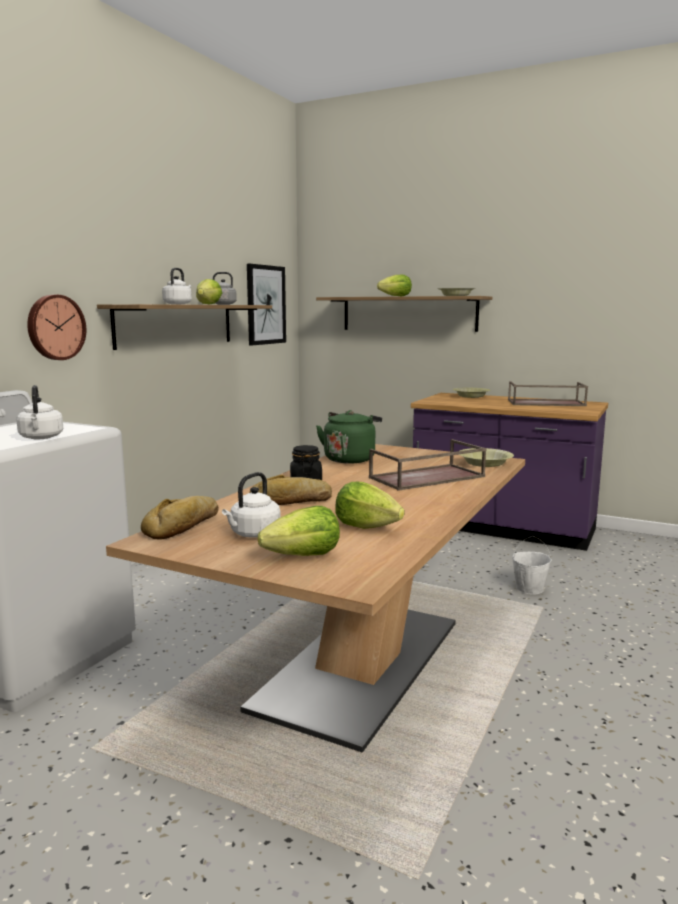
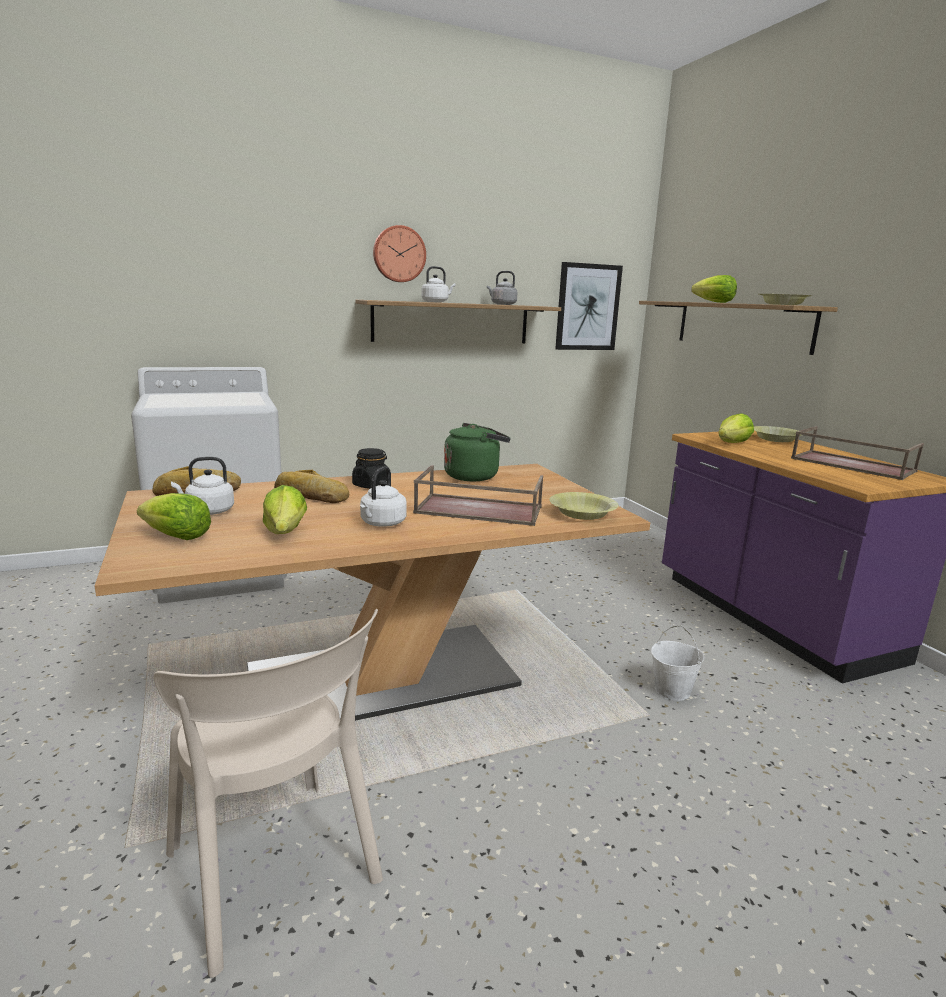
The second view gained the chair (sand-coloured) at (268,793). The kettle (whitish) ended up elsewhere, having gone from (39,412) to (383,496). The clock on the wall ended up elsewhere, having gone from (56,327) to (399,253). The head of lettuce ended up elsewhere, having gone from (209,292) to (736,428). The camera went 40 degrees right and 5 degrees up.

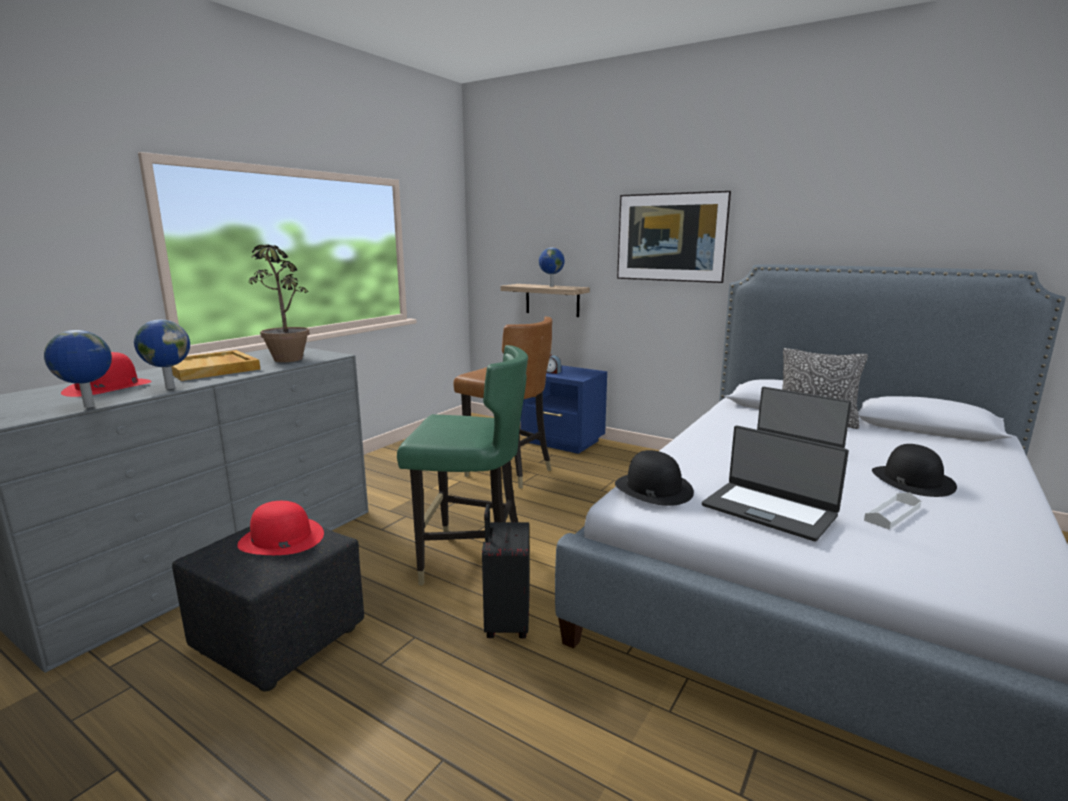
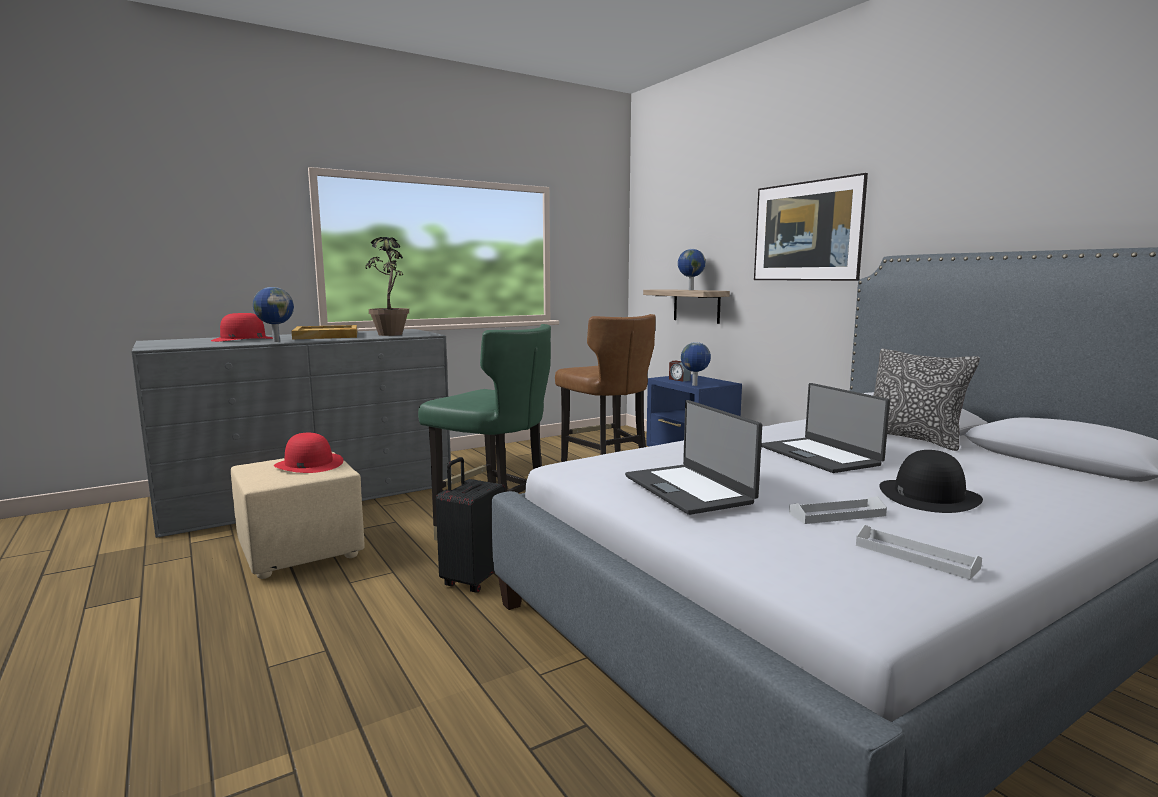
What was the ottoman (blackish) at (268,609) turned into the ottoman (sand-coloured) at (298,515). The globe ended up elsewhere, having gone from (78,369) to (696,364). The second view gained the carrying tray (whitish) at (919,552). The second view lost the clothing hat (blackish) at (654,478). The camera went 25 degrees right and 5 degrees down.

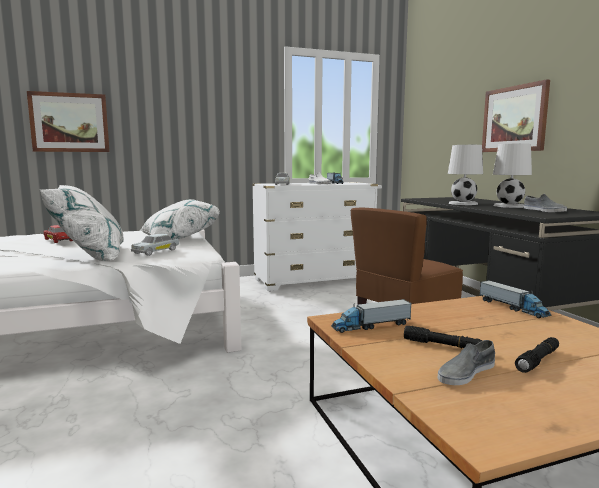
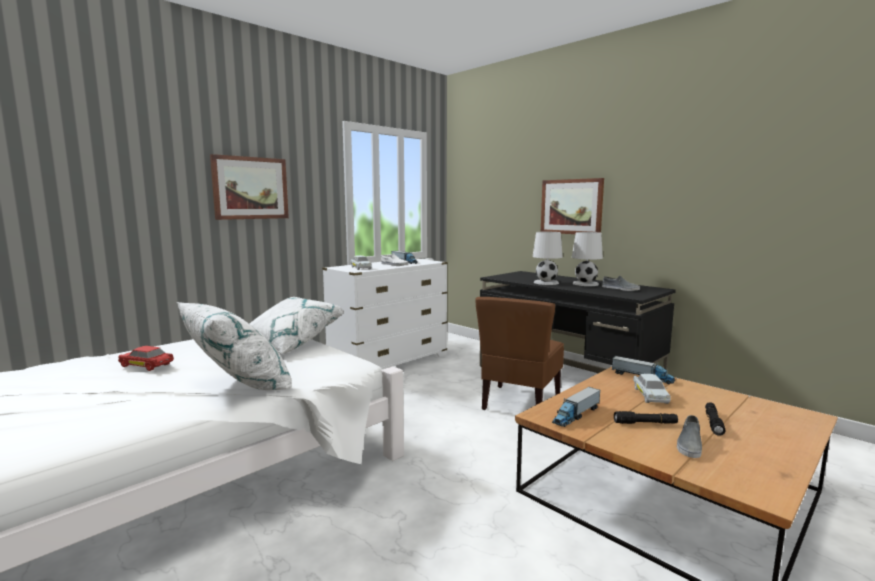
The wall picture ended up elsewhere, having gone from (68,121) to (249,187). The model car (whitish) ended up elsewhere, having gone from (155,244) to (652,389). The camera went 25 degrees left and 0 degrees up.

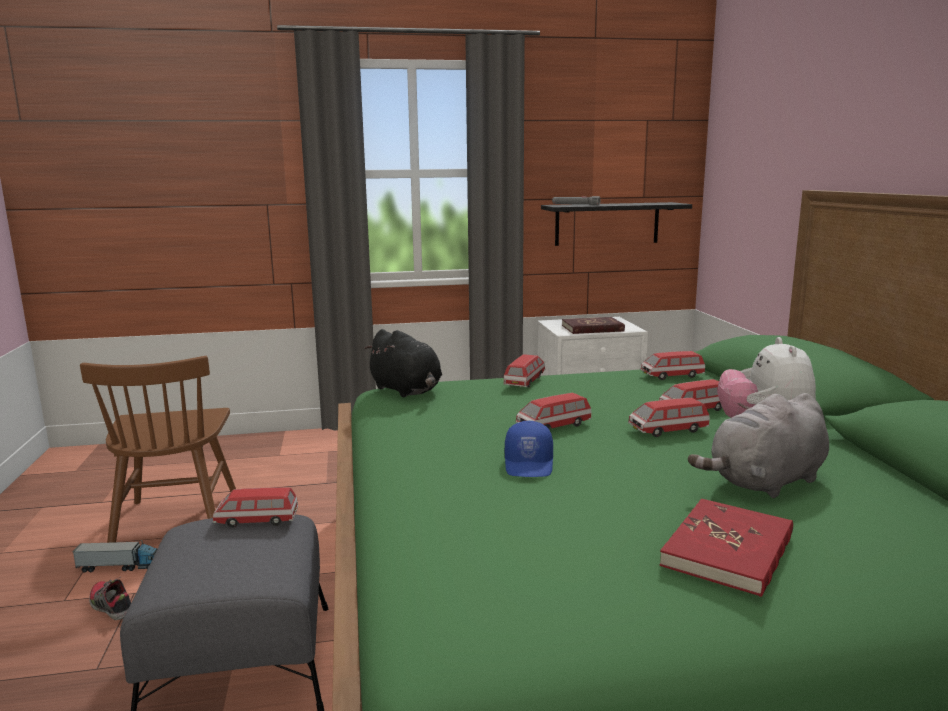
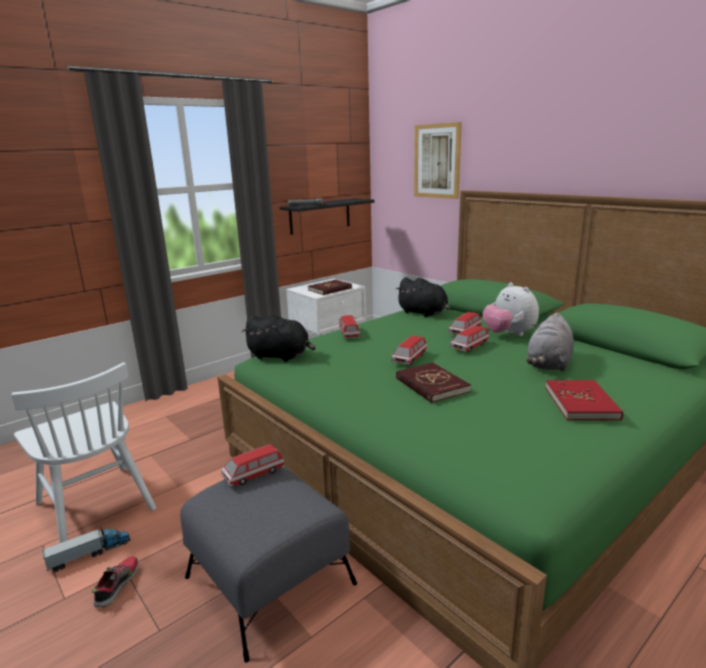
What was the chair (brownish) at (158,449) turned into the chair (whitish) at (84,452). The item of footwear at (110,598) ended up facing another way, 90 degrees clockwise from before. Where the model car stood at (672,365), the soft toy (blackish) came to stand at (422,297). Where the baseball cap (blue-coloured) stood at (529,449), the book (red) came to stand at (433,382). The second view gained the wall picture at (438,160). The camera went 30 degrees left and 5 degrees up.

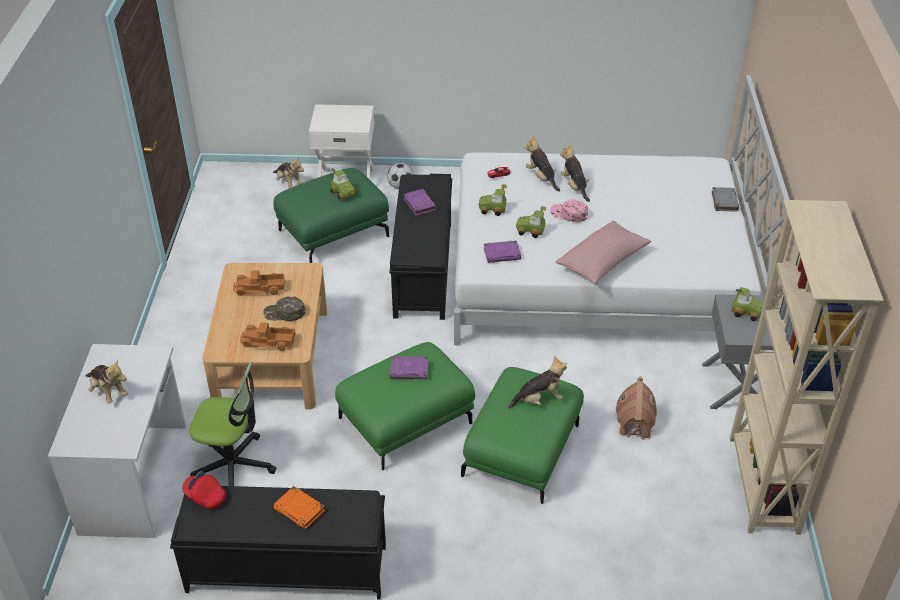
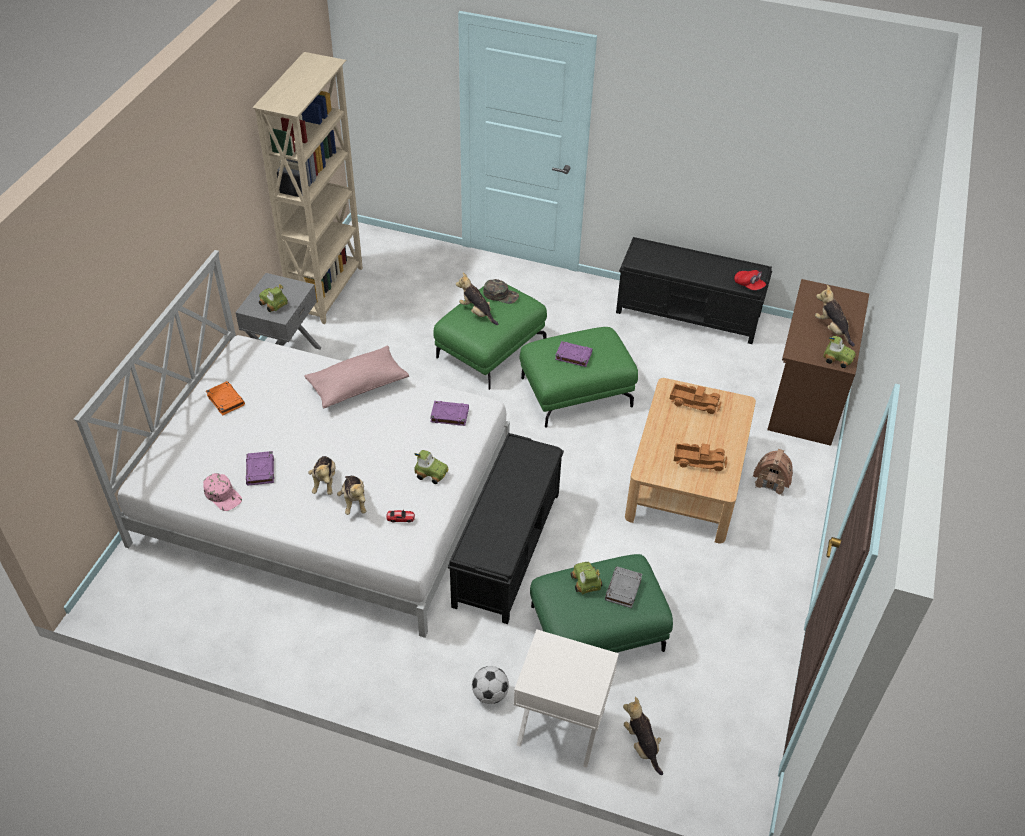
The baseball cap (pinkish) ended up elsewhere, having gone from (569,211) to (222,492). The book (orange) ended up elsewhere, having gone from (299,507) to (225,398). The book (purplish) ended up elsewhere, having gone from (420,202) to (260,468). The soft toy at (537,382) ended up facing another way, 45 degrees clockwise from before. The baseball cap (greenish) ended up elsewhere, having gone from (284,308) to (501,291). The book (greyish) ended up elsewhere, having gone from (725,199) to (623,587). The model house ended up elsewhere, having gone from (636,408) to (773,472). What was the desk unit (whitish) at (117,441) turned into the desk unit (brownish) at (818,362). The model car ended up elsewhere, having gone from (531,222) to (840,352). The second view lost the computer chair at (232,424). The camera went 165 degrees left and 5 degrees up.

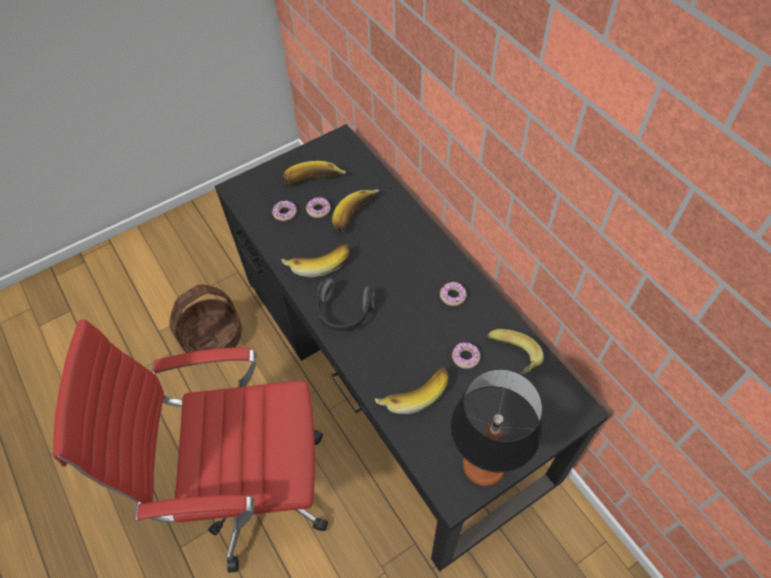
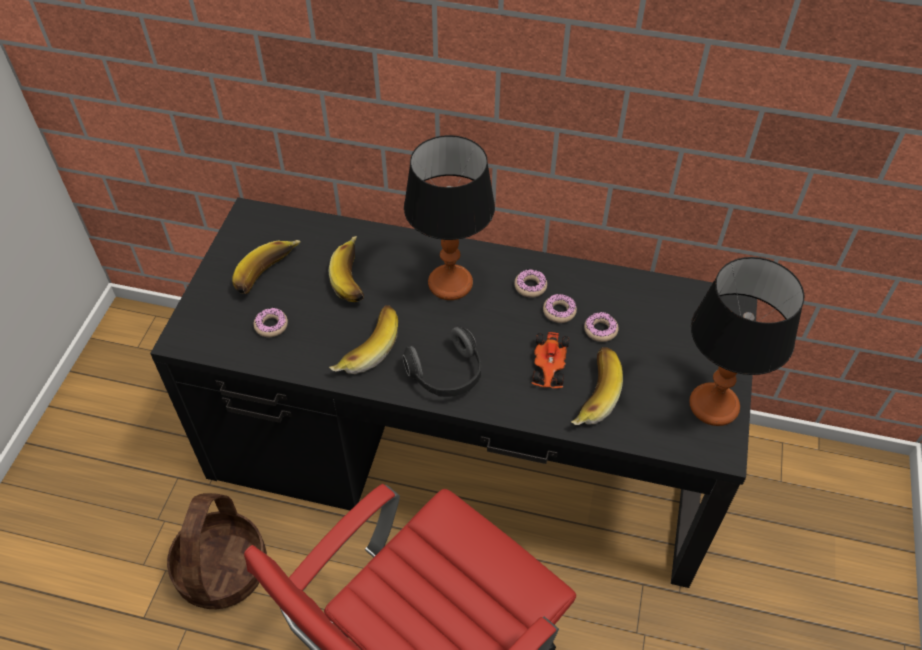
The second view gained the lamp for a table at (449,217). The second view gained the model car at (550,360). The donut ended up elsewhere, having gone from (318,207) to (560,308). The second view lost the banana fruit at (515,351). The camera went 45 degrees left and 5 degrees down.

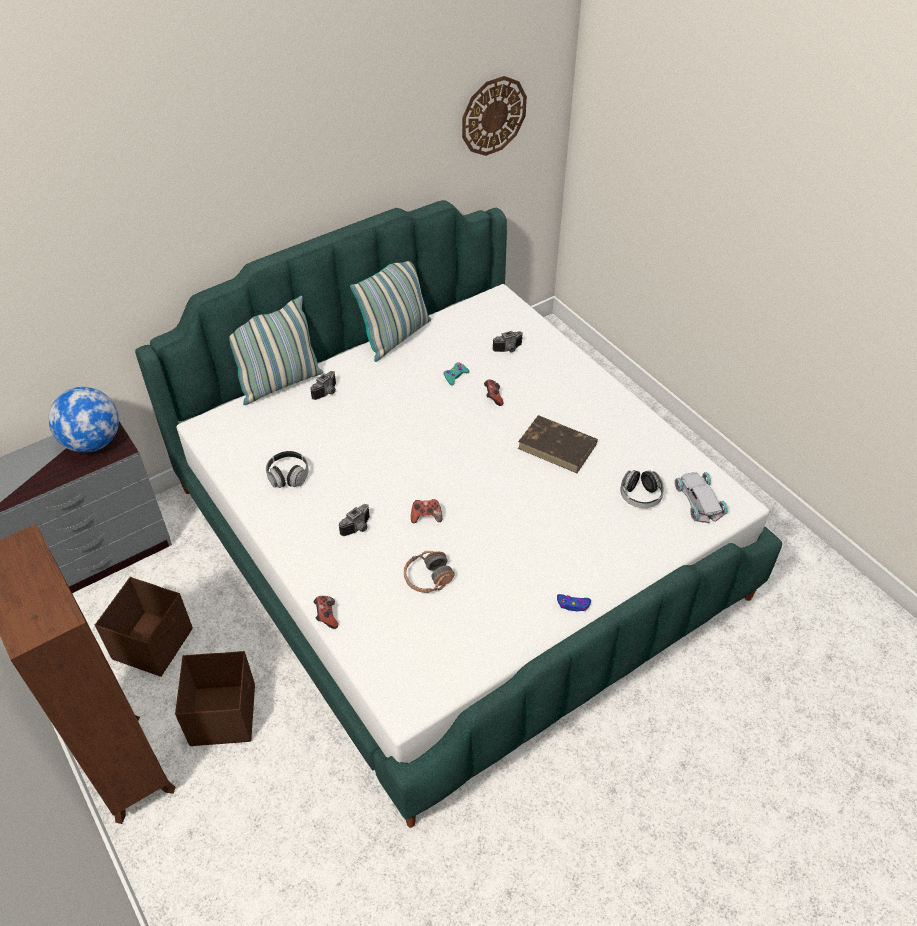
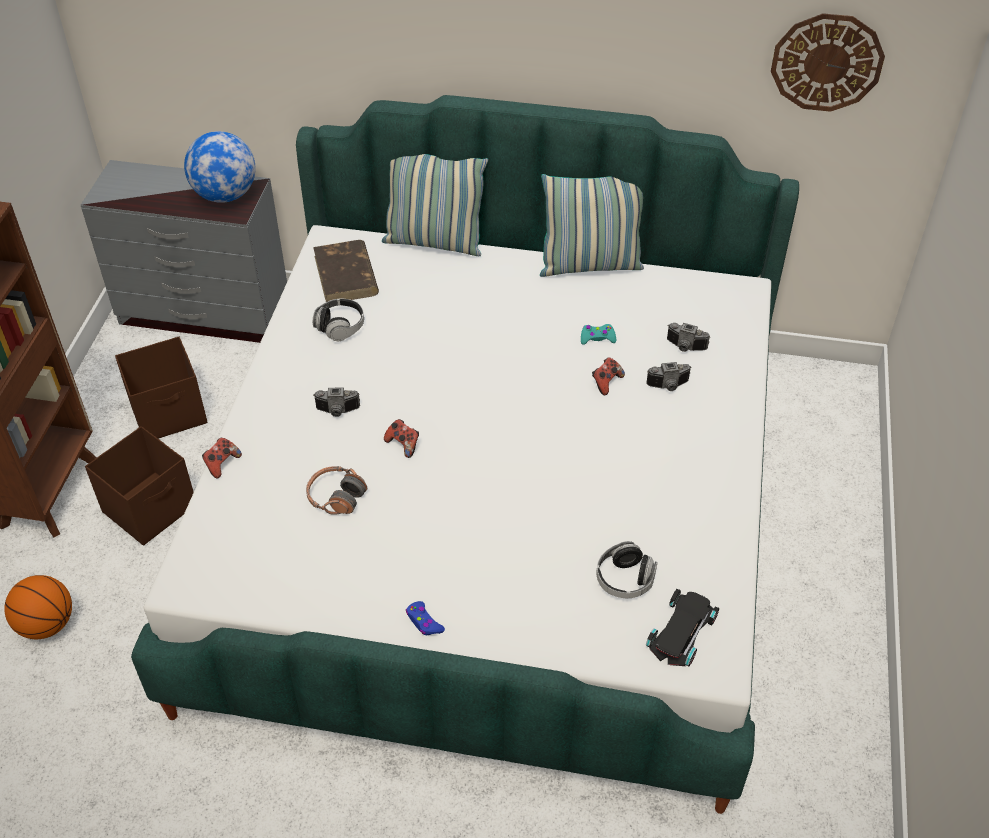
The second view gained the ball for basketball at (38,607). The book (brownish) ended up elsewhere, having gone from (558,444) to (346,271). The photo camera ended up elsewhere, having gone from (323,385) to (668,376). What was the model car (whitish) at (701,497) turned into the model car (blackish) at (682,627). The camera went 45 degrees right and 0 degrees up.

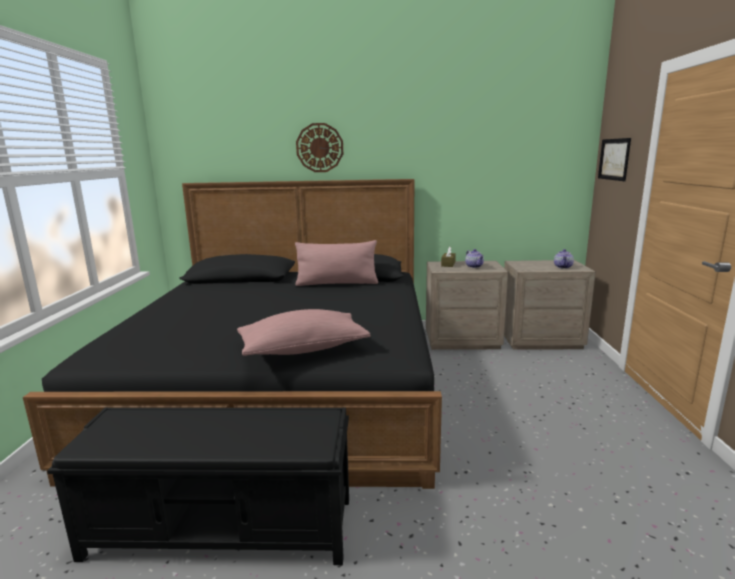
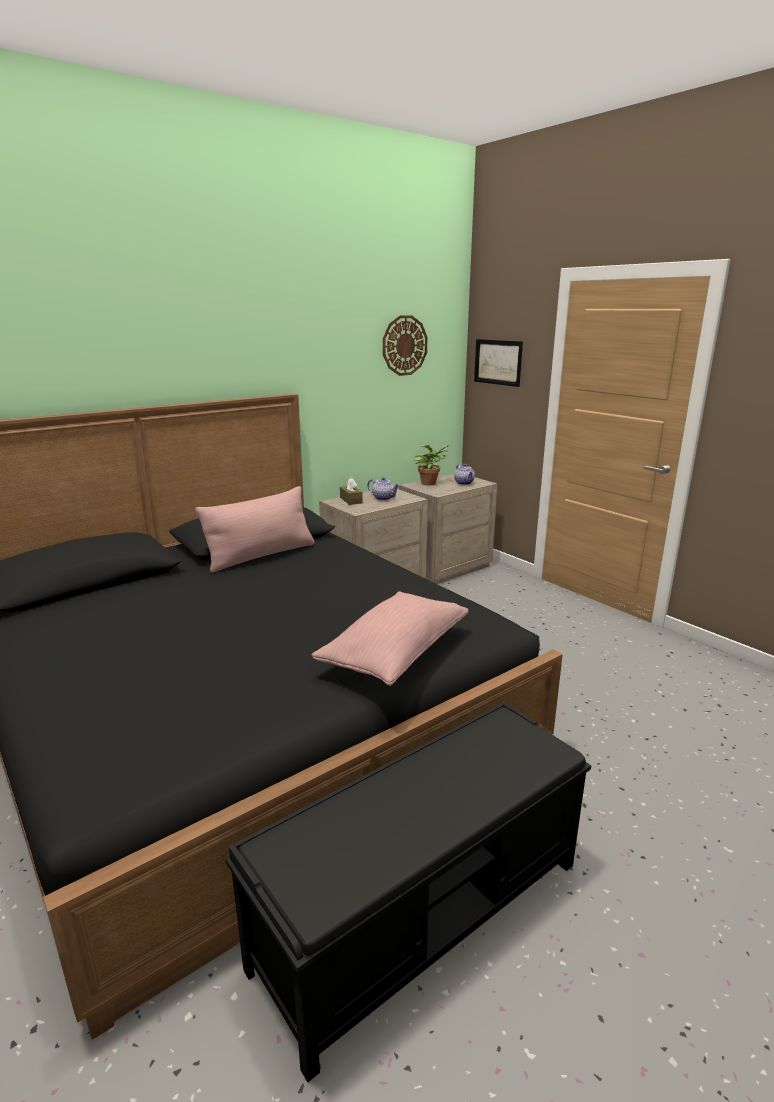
The clock on the wall ended up elsewhere, having gone from (319,147) to (405,345). The second view gained the houseplant at (432,465). The camera went 40 degrees left and 5 degrees up.

